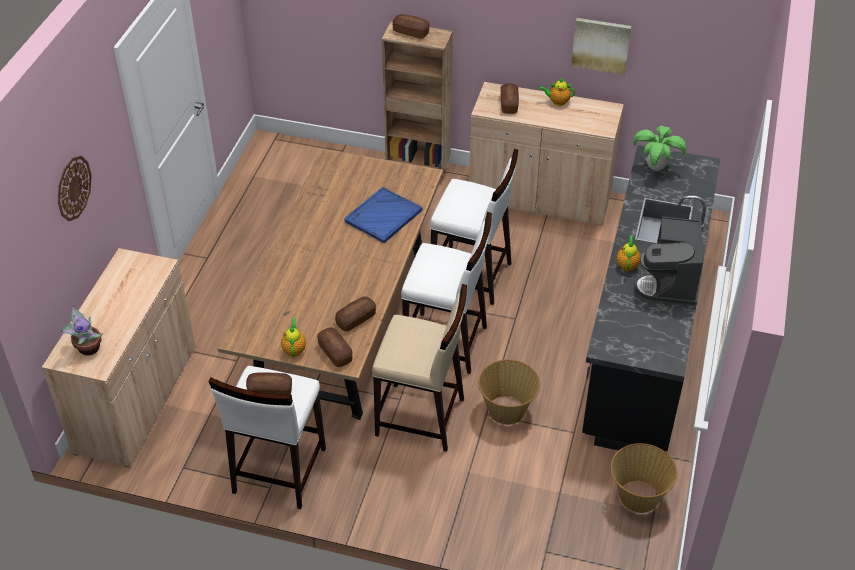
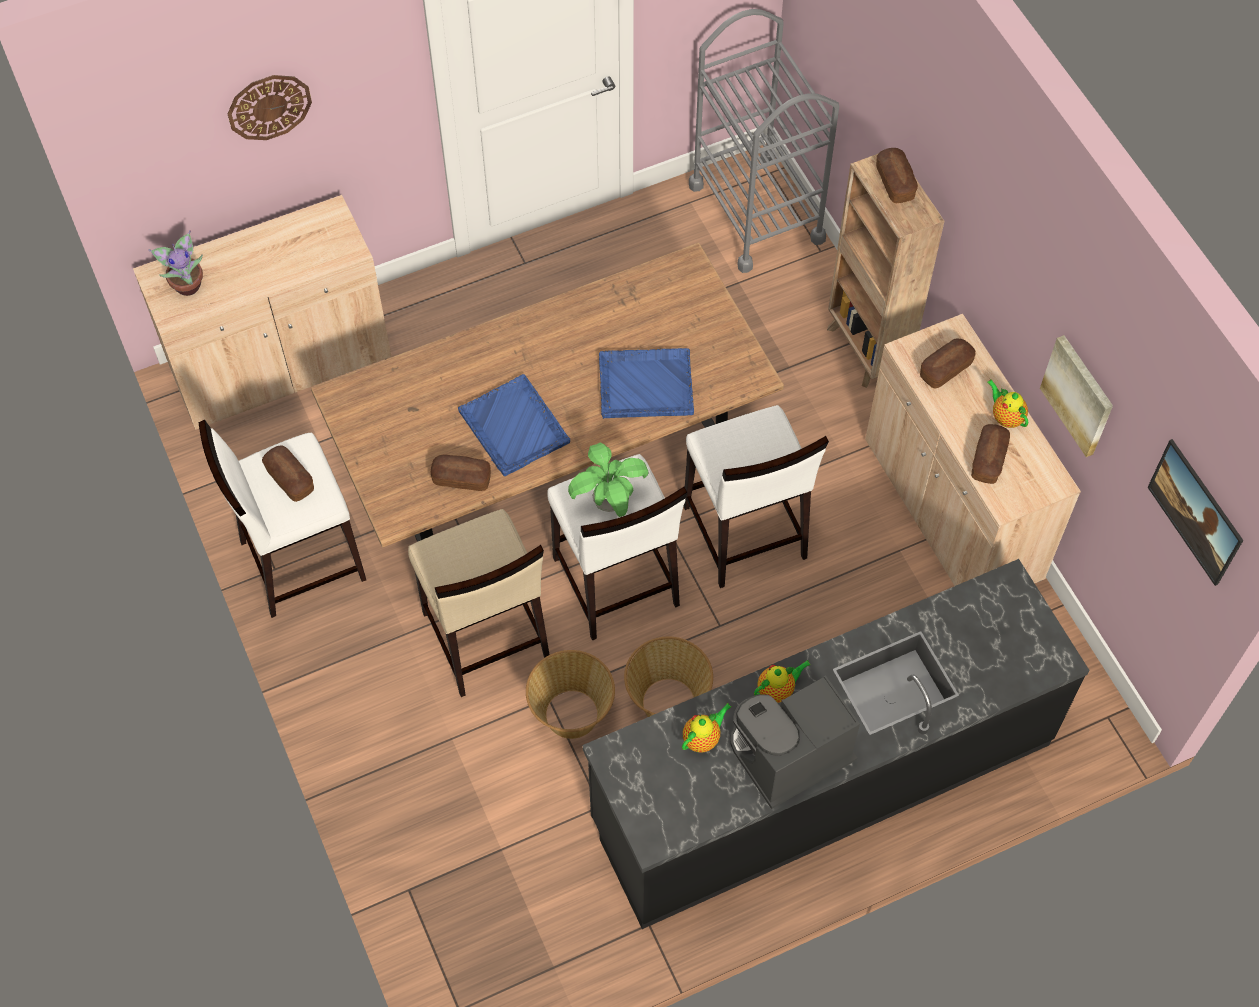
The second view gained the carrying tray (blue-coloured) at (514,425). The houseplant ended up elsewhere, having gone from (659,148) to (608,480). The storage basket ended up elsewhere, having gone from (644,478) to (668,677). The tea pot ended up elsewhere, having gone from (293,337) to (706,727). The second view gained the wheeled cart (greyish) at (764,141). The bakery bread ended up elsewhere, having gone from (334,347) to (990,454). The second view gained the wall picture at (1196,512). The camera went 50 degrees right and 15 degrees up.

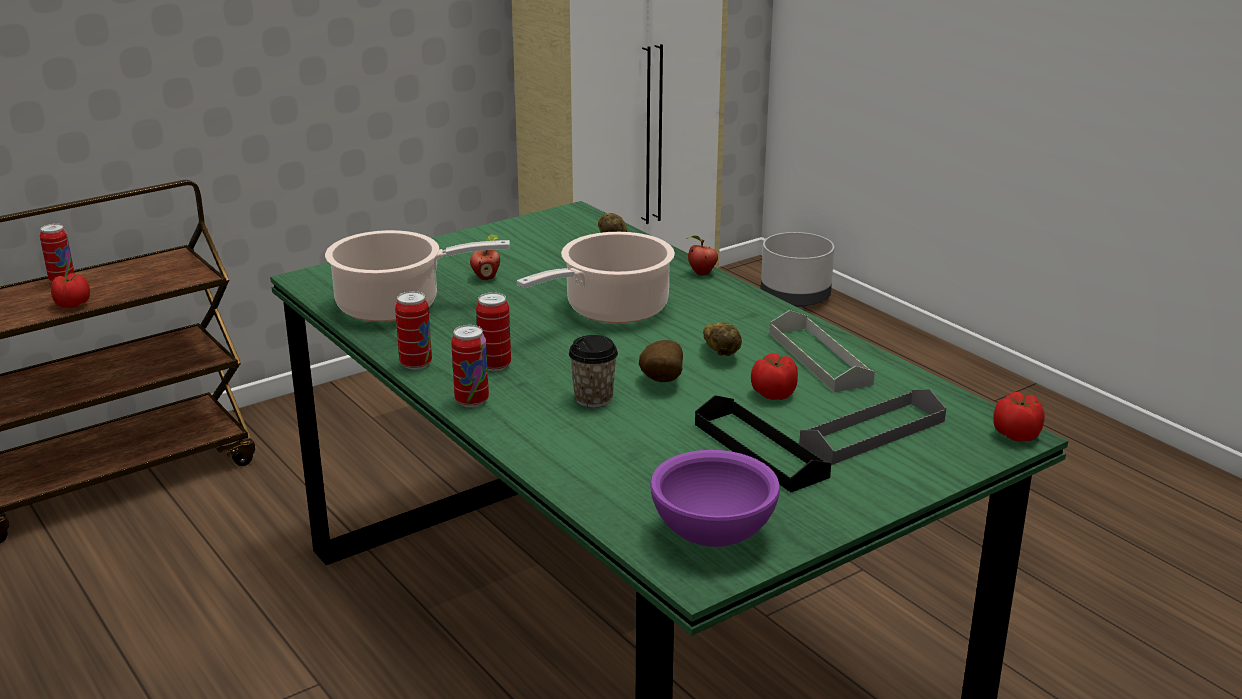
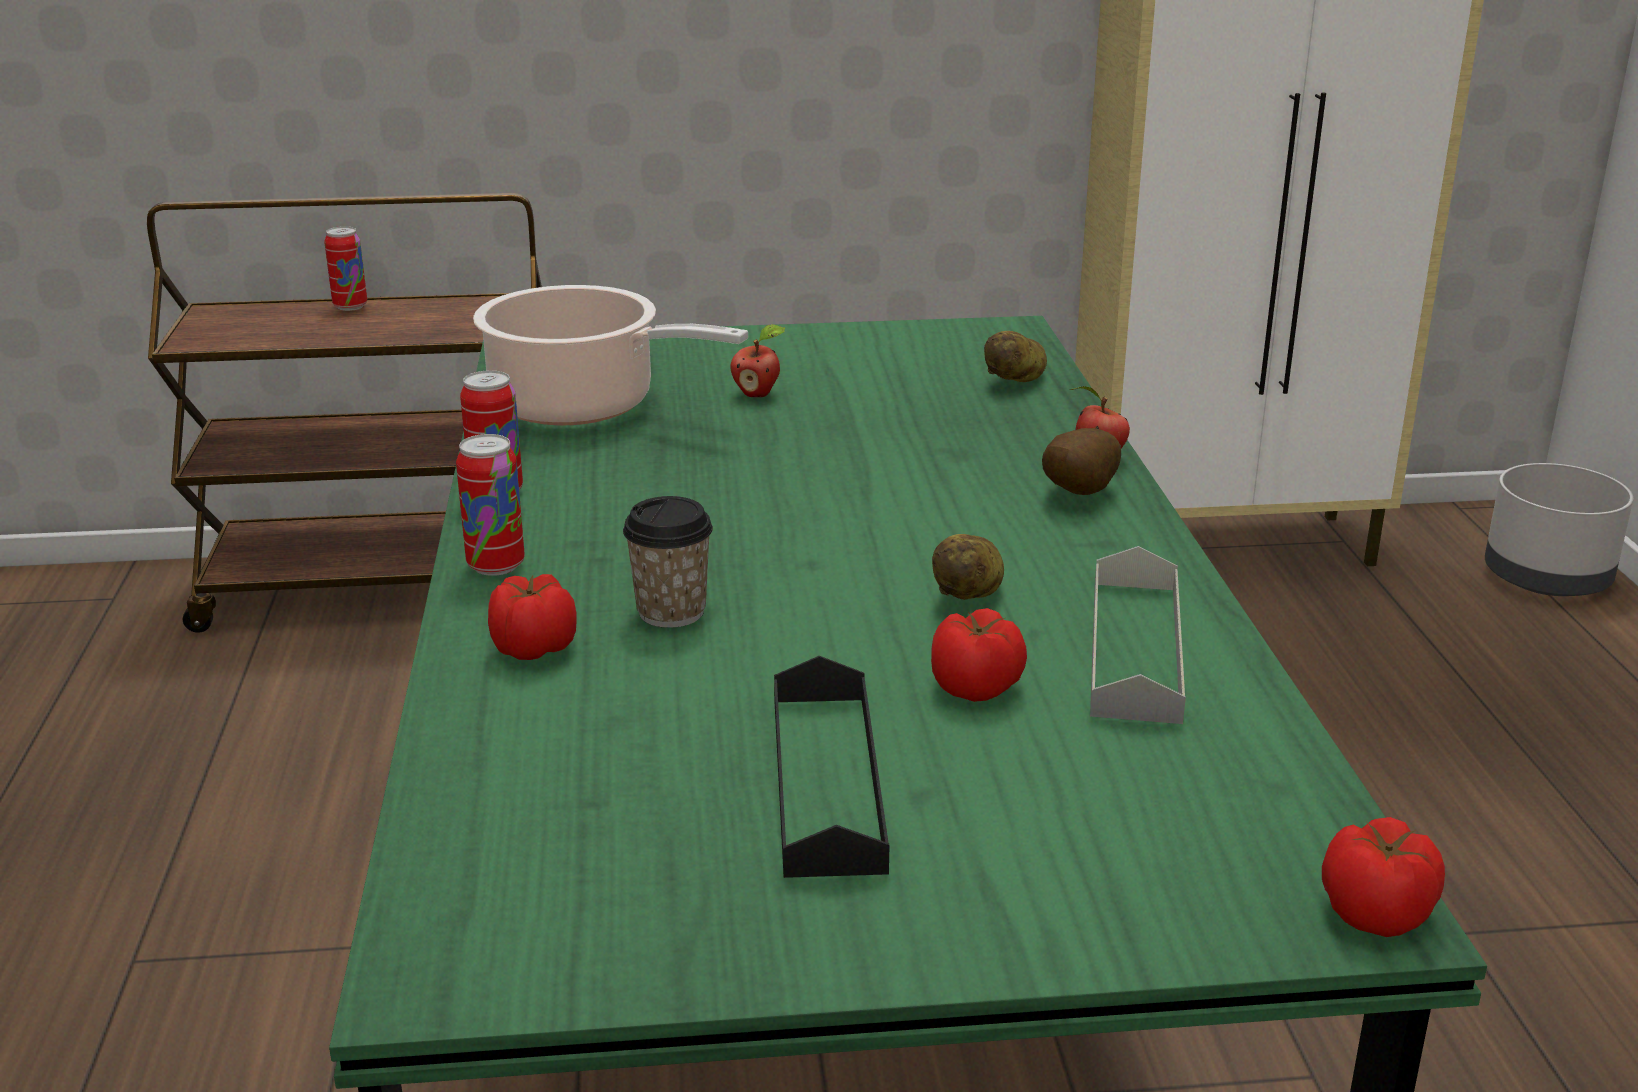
The tomato ended up elsewhere, having gone from (70,290) to (532,617). The spud ended up elsewhere, having gone from (661,361) to (1081,461). The second view lost the sealed can at (493,331). The second view lost the stockpot at (596,277). The second view lost the deep dish (purplish) at (715,498). The second view lost the carrying tray (greyish) at (872,427). The camera went 30 degrees right and 0 degrees up.

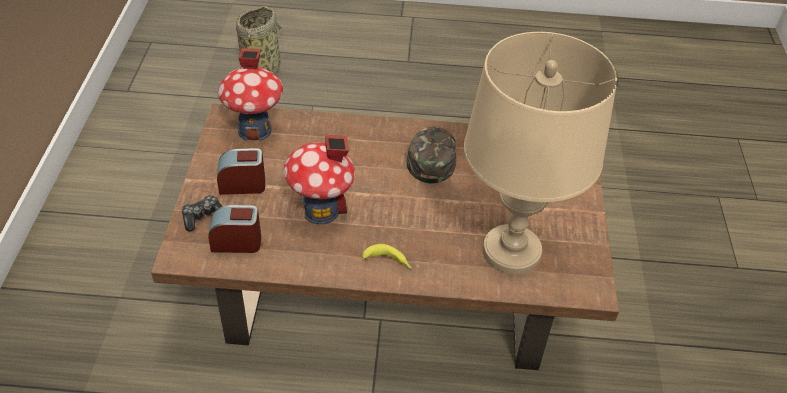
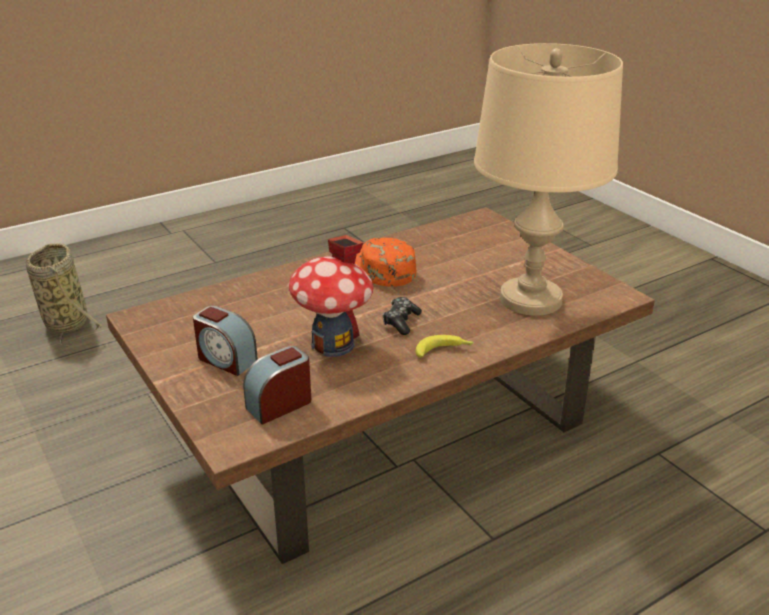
The alarm clock at (241,171) ended up facing another way, 105 degrees counterclockwise from before. What was the baseball cap (greenish) at (431,155) turned into the baseball cap (orange) at (385,262). The gamepad ended up elsewhere, having gone from (202,213) to (402,316). The second view lost the model house at (250,94). The camera went 35 degrees left and 15 degrees down.

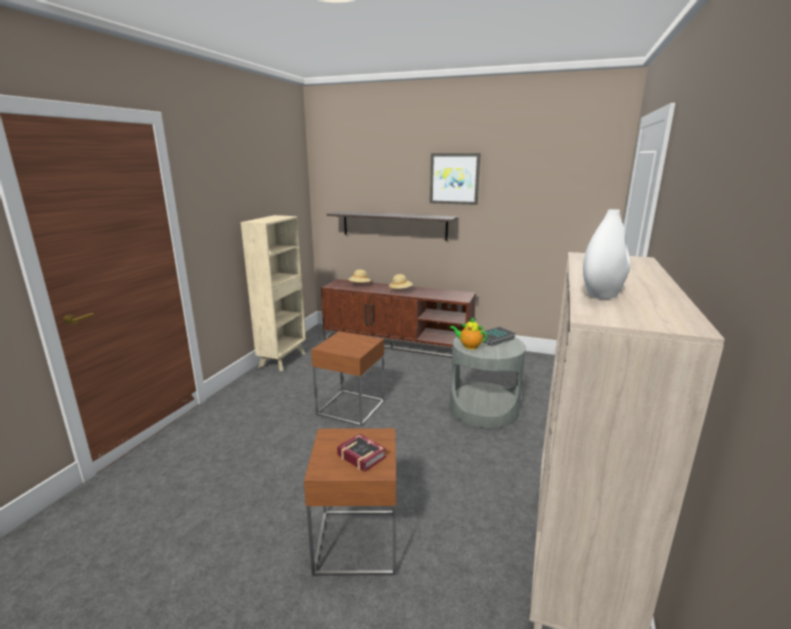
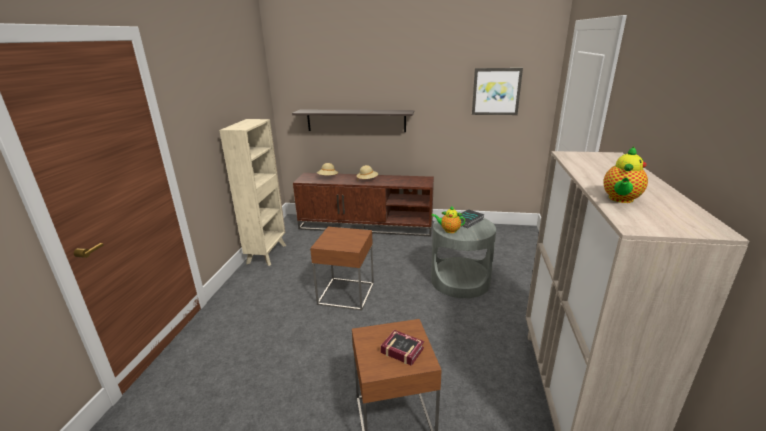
The wall picture ended up elsewhere, having gone from (455,179) to (497,91). Where the vase (whitish) stood at (607,254), the tea pot came to stand at (625,174). The camera went 10 degrees left and 5 degrees up.

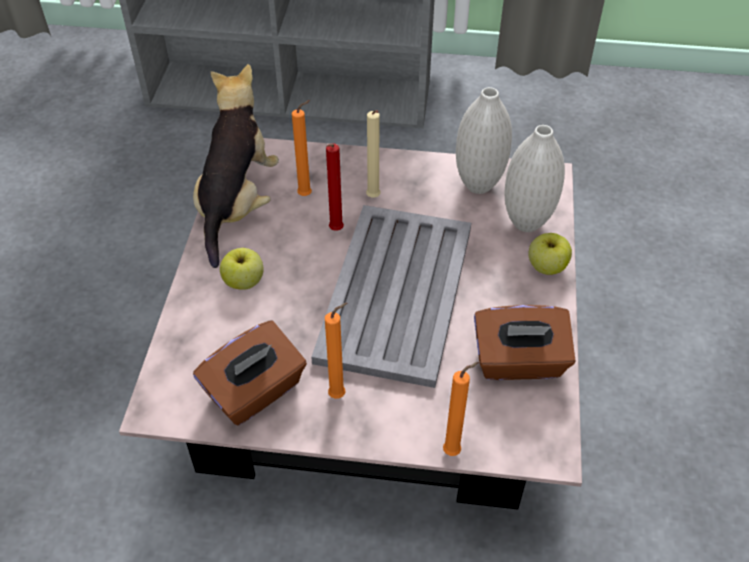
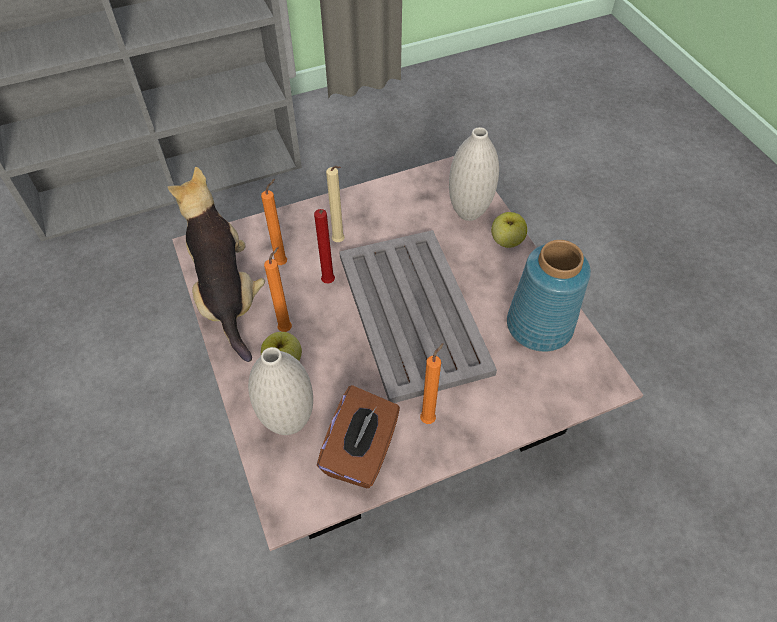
The vase (whitish) ended up elsewhere, having gone from (484,140) to (280,391). The wax candle (orange) ended up elsewhere, having gone from (461,409) to (278,289). Where the box of tissues (brownish) stood at (525,342), the vase (blue-coloured) came to stand at (549,296). The camera went 30 degrees left and 5 degrees up.

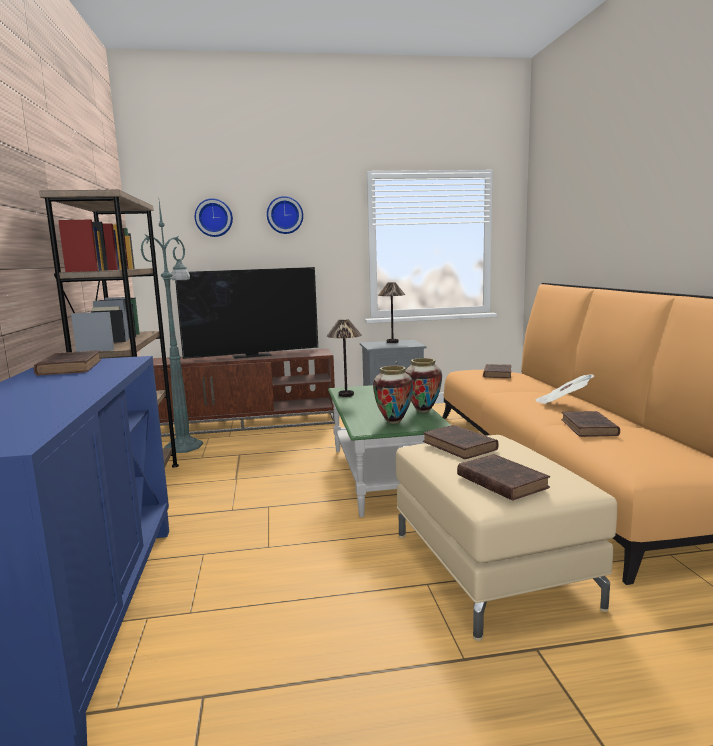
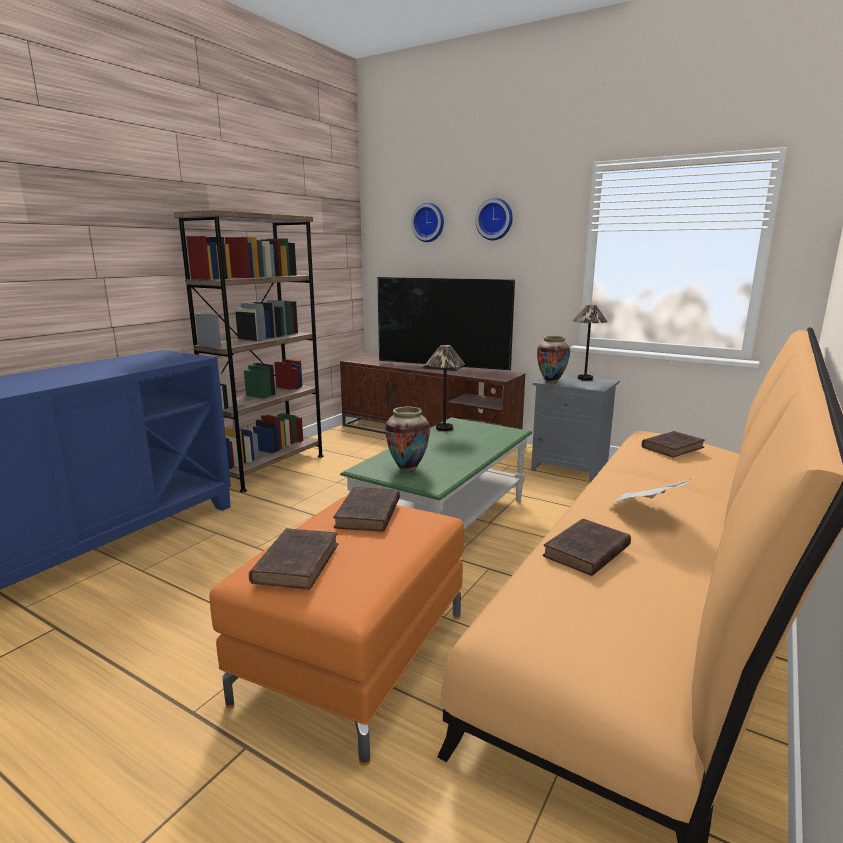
What was the ottoman (sand-coloured) at (506,538) turned into the ottoman (orange) at (336,631). The vase ended up elsewhere, having gone from (423,385) to (553,359). The second view lost the book (brownish) at (67,363). The second view lost the standard lamp (greenish) at (171,327). The camera went 40 degrees right and 5 degrees up.

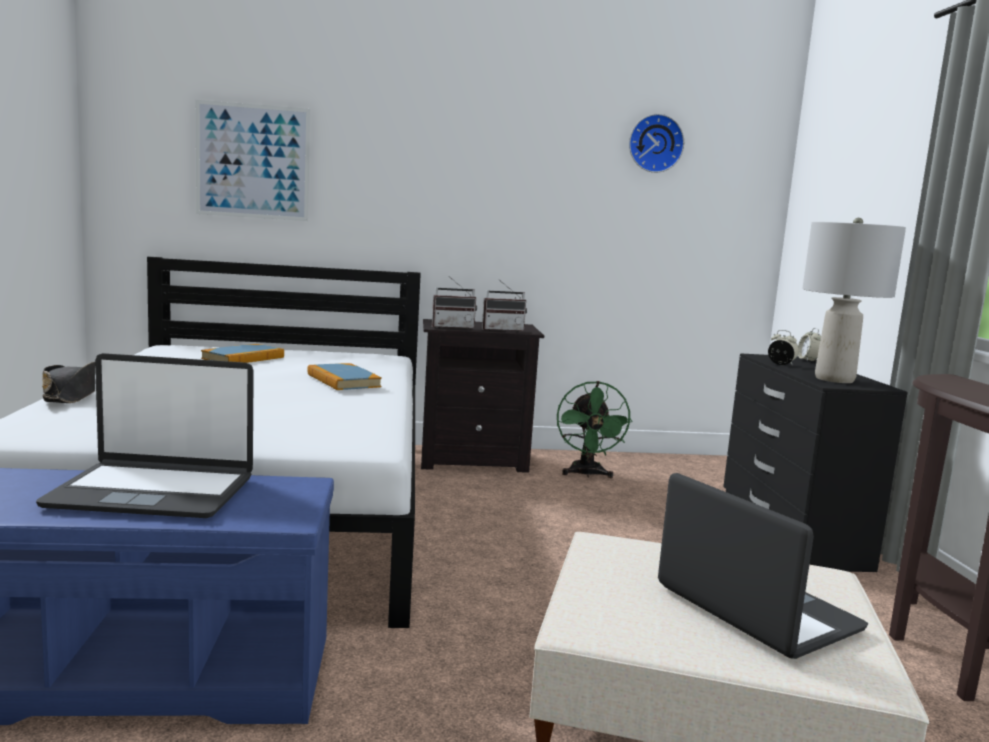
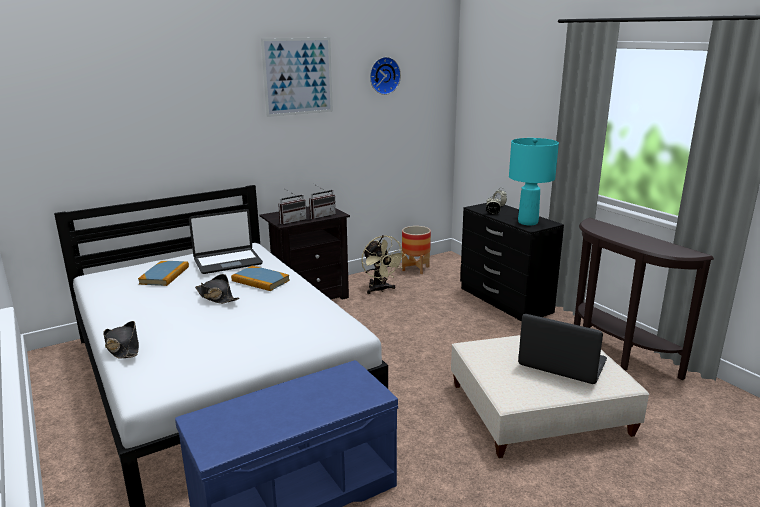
The notebook computer ended up elsewhere, having gone from (145,435) to (226,241). The second view gained the clothing hat (blackish) at (217,289). The wall picture ended up elsewhere, having gone from (253,160) to (297,77). What was the fan (greenish) at (595,429) turned into the fan (sand-coloured) at (383,264). The second view gained the plant pot at (416,250). What was the lamp for a table (greyish) at (854,300) turned into the lamp for a table (turquoise-coloured) at (534,181). The camera went 25 degrees left and 10 degrees up.

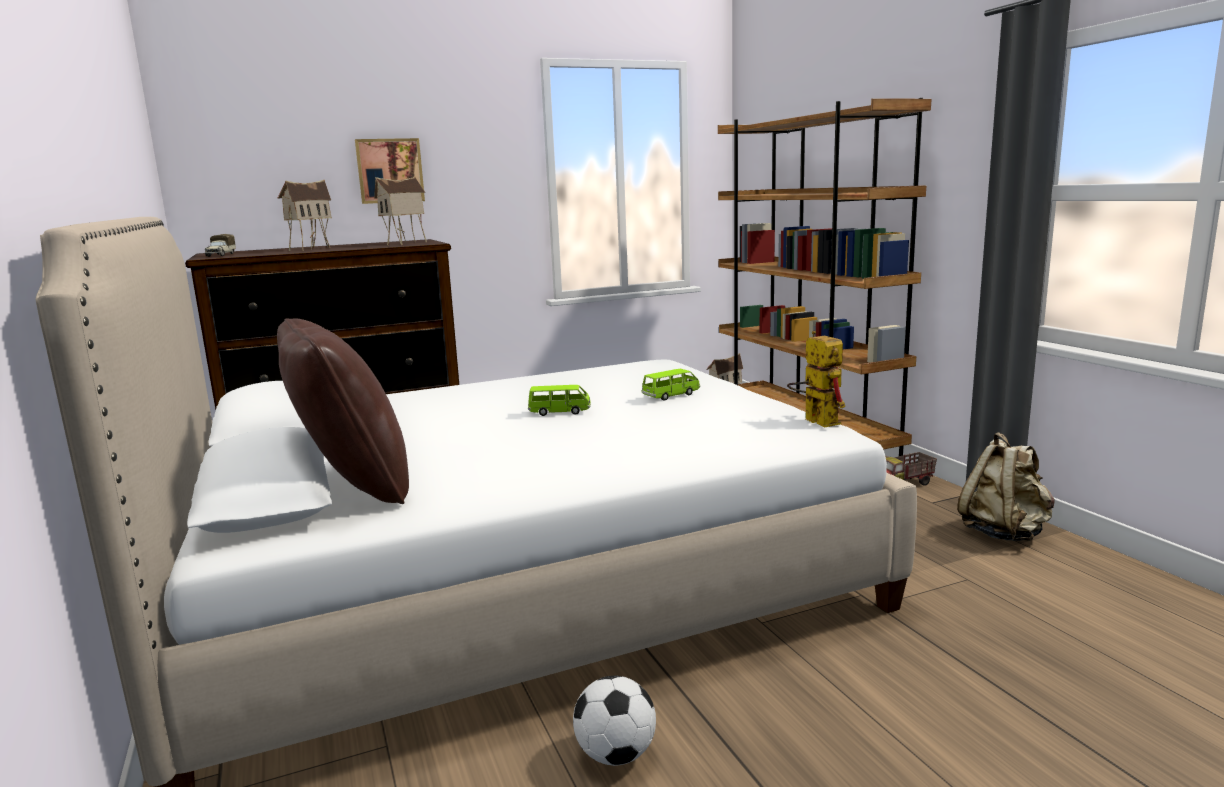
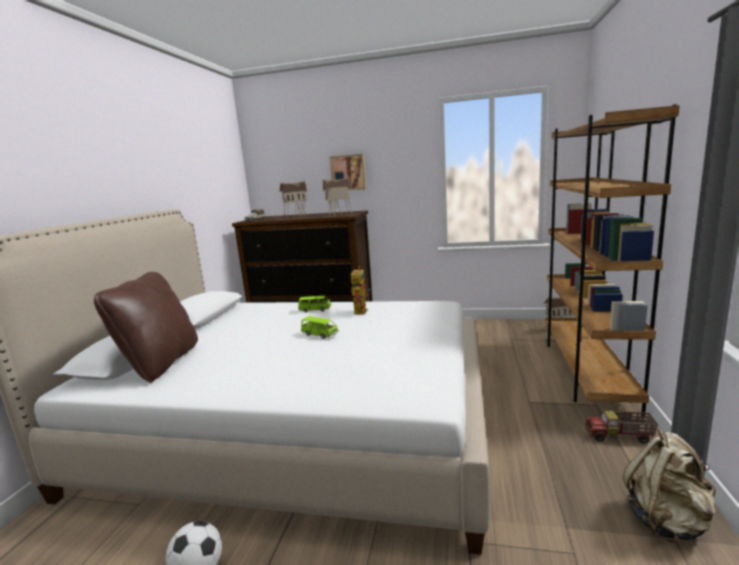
The model car (greenish) ended up elsewhere, having gone from (671,385) to (314,304). The robot figure ended up elsewhere, having gone from (816,379) to (360,291). The camera went 35 degrees right and 0 degrees up.

